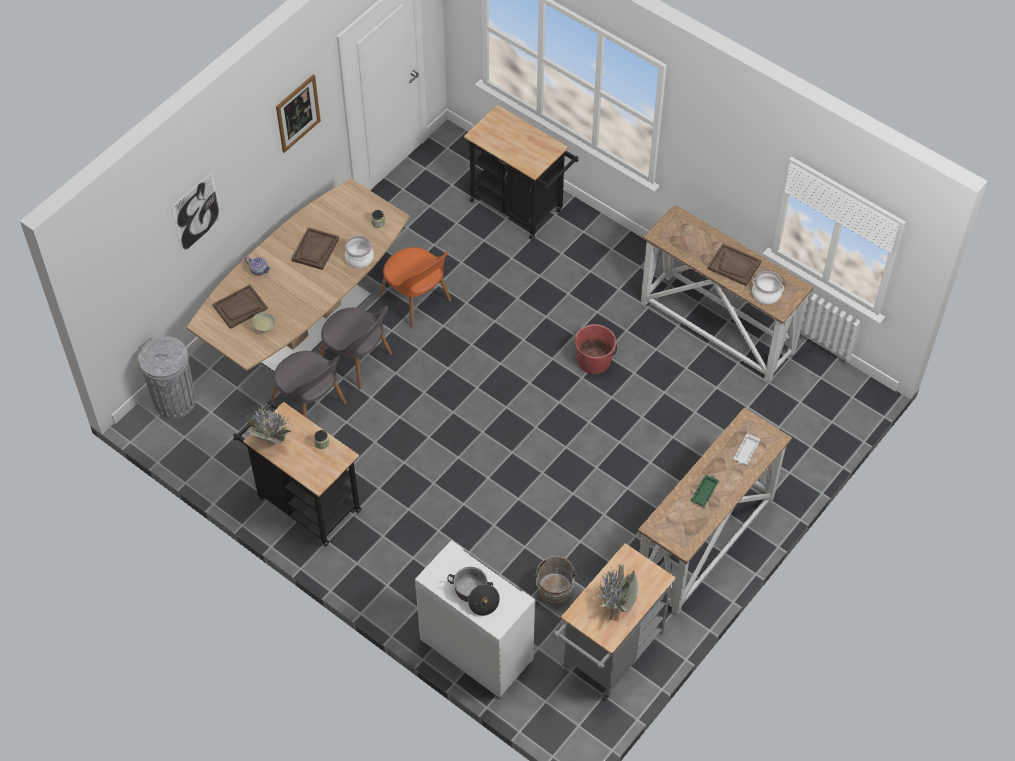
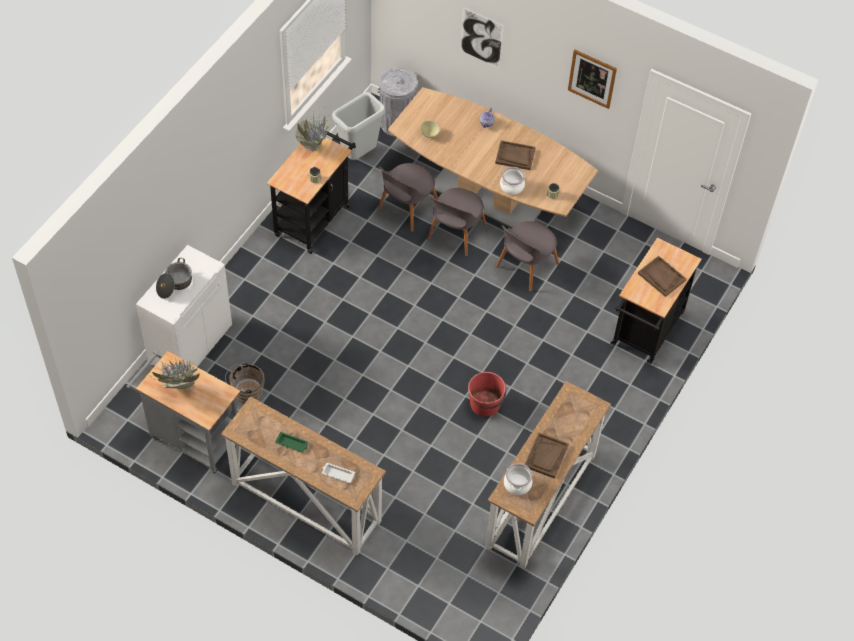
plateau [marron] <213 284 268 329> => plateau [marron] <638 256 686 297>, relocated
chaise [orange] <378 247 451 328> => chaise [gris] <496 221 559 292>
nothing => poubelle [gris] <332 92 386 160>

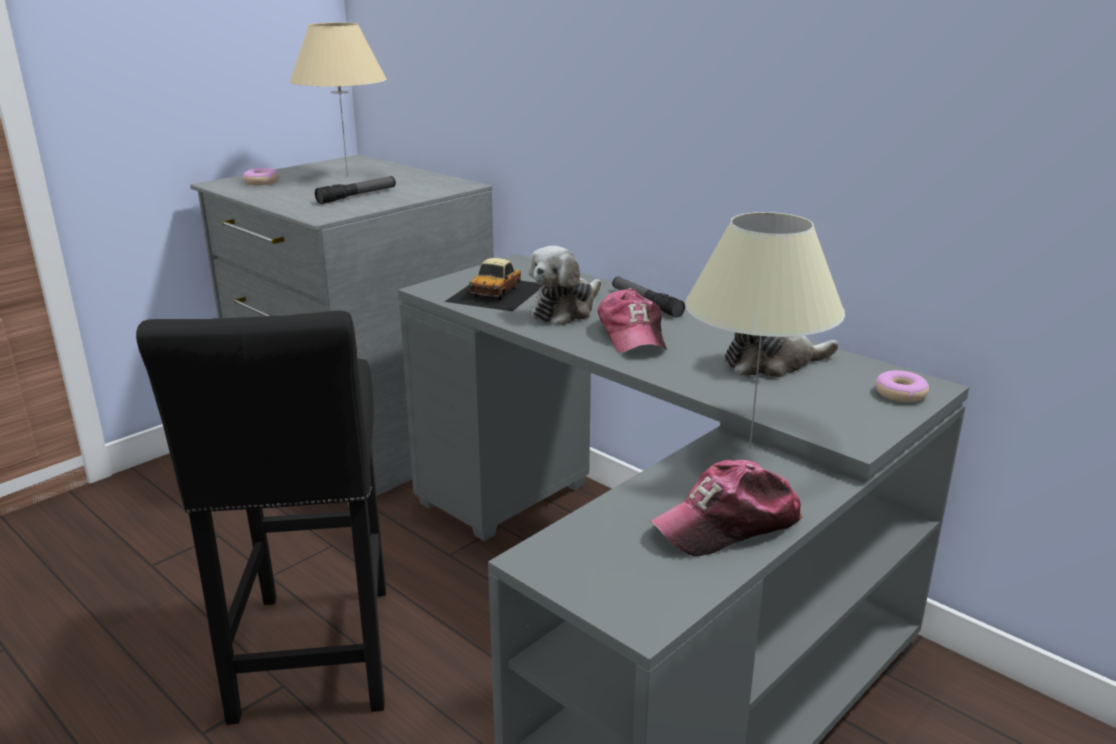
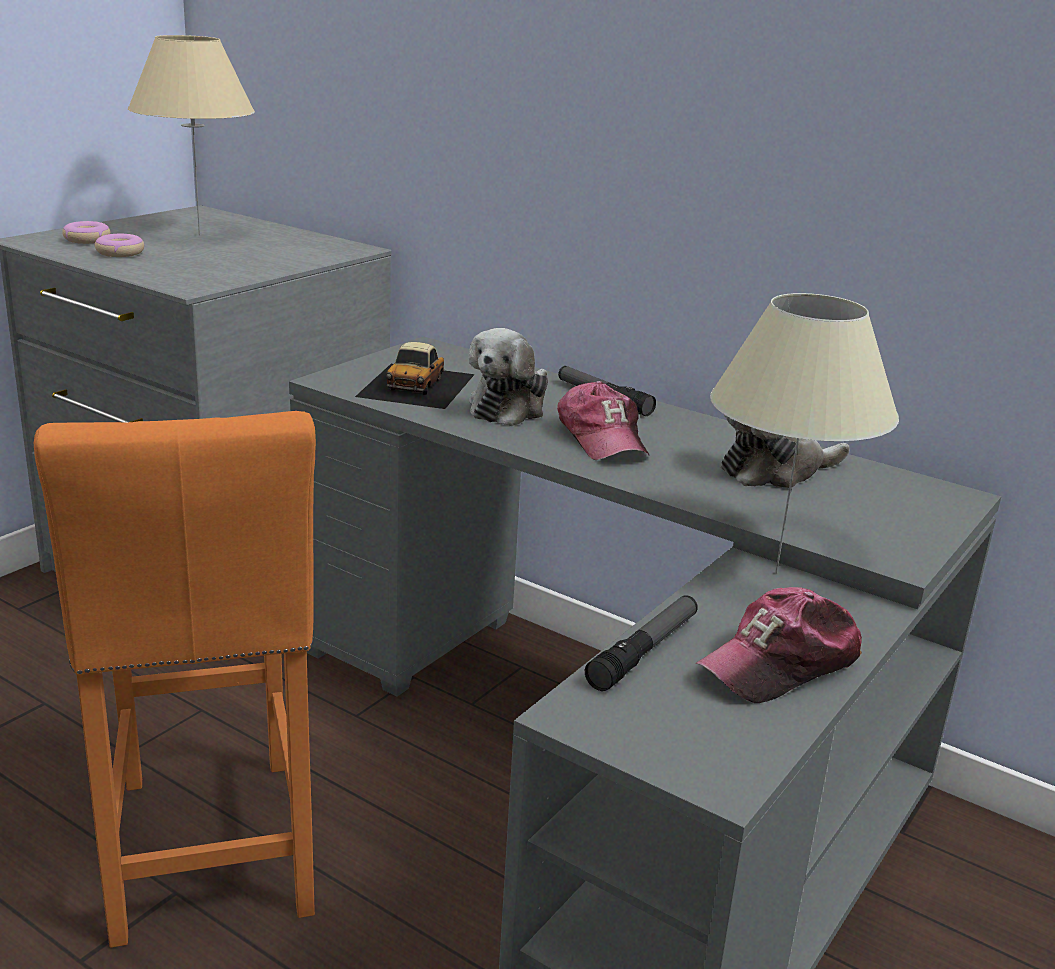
tabouret [noir] <136 310 386 725> => tabouret [orange] <34 411 316 948>
lampe de poche <315 176 396 204> => lampe de poche <585 595 698 691>, relocated
beignet <875 370 929 402> => beignet <94 234 145 257>, relocated

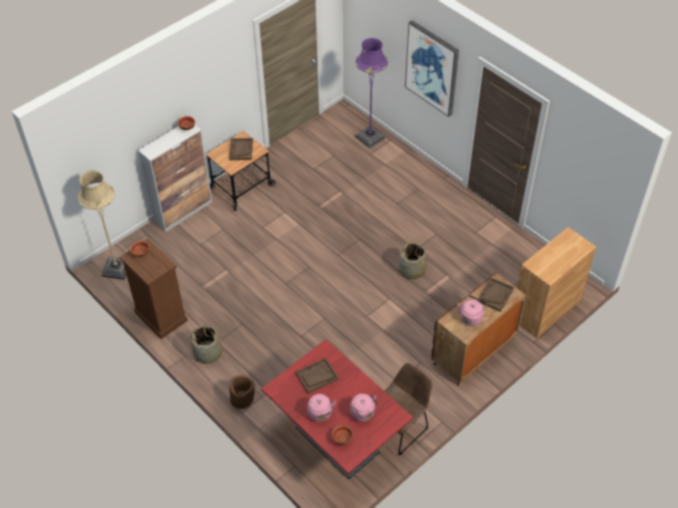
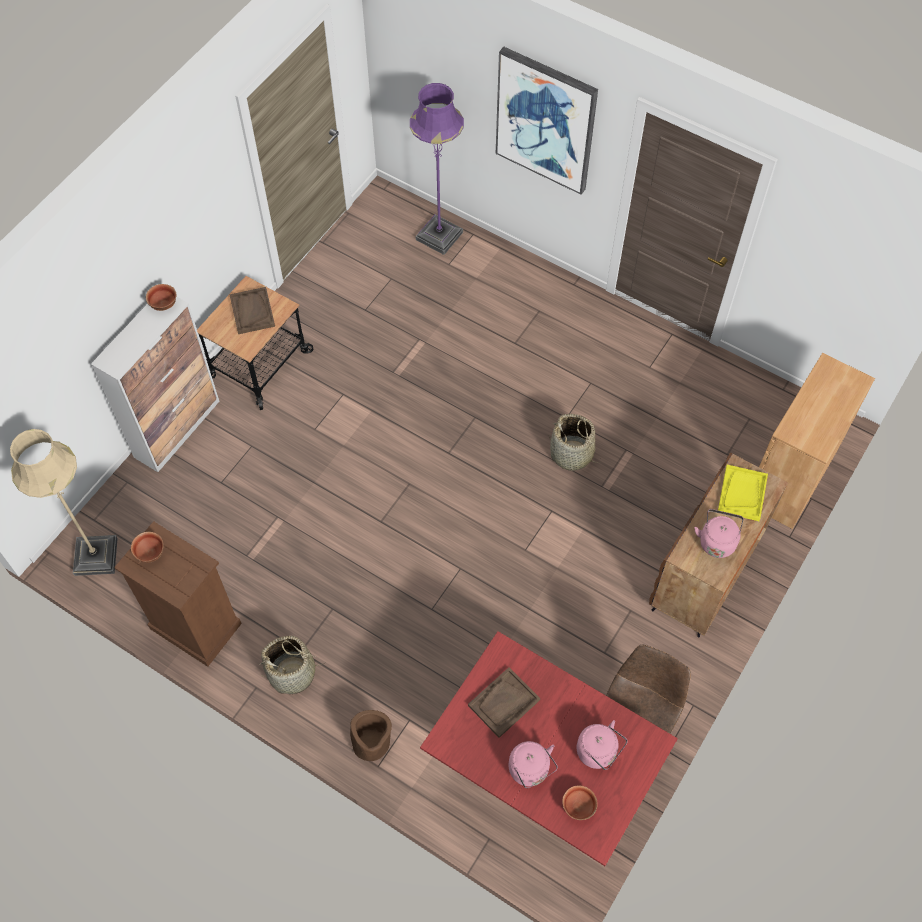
plateau [marron] <477 278 514 312> => plateau [jaune] <718 465 768 521>

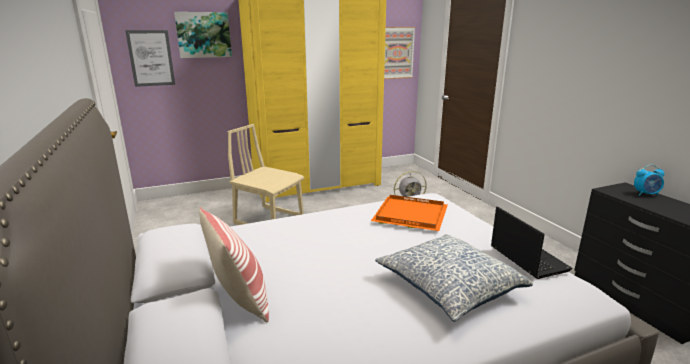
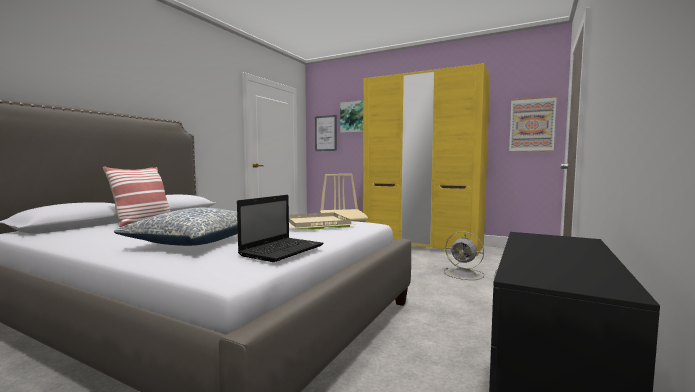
plateau [orange] <371 195 448 231> => plateau [beige] <289 212 356 229>
réveil <634 165 664 196> => nothing

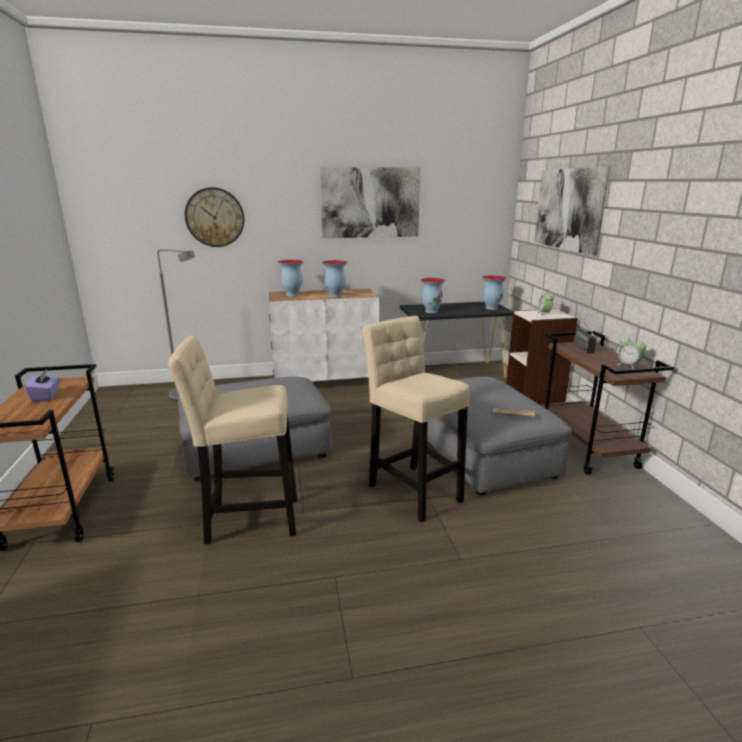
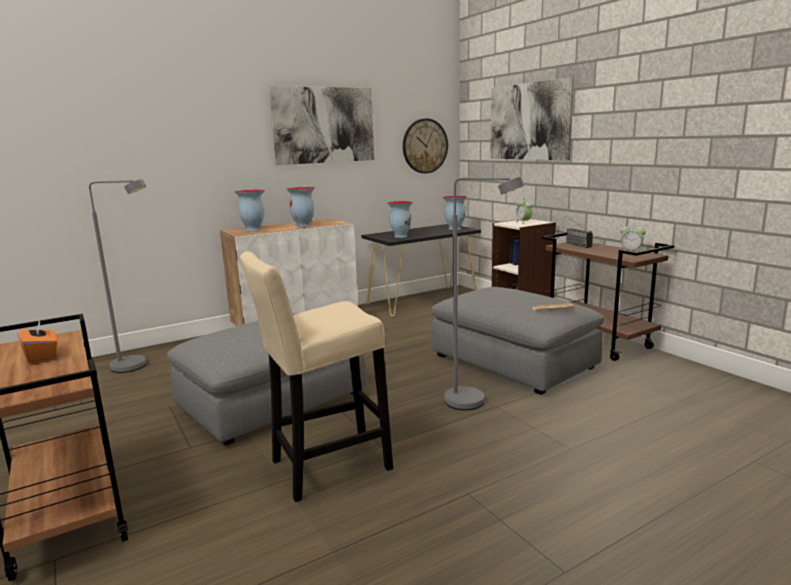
boîte à mouchoirs [violet] <25 369 59 402> => boîte à mouchoirs [orange] <17 318 57 364>
horloge murale <185 187 244 247> => horloge murale <403 118 448 173>, relocated
tabouret [beige] <362 316 470 523> => lampadaire [gris] <445 177 524 410>

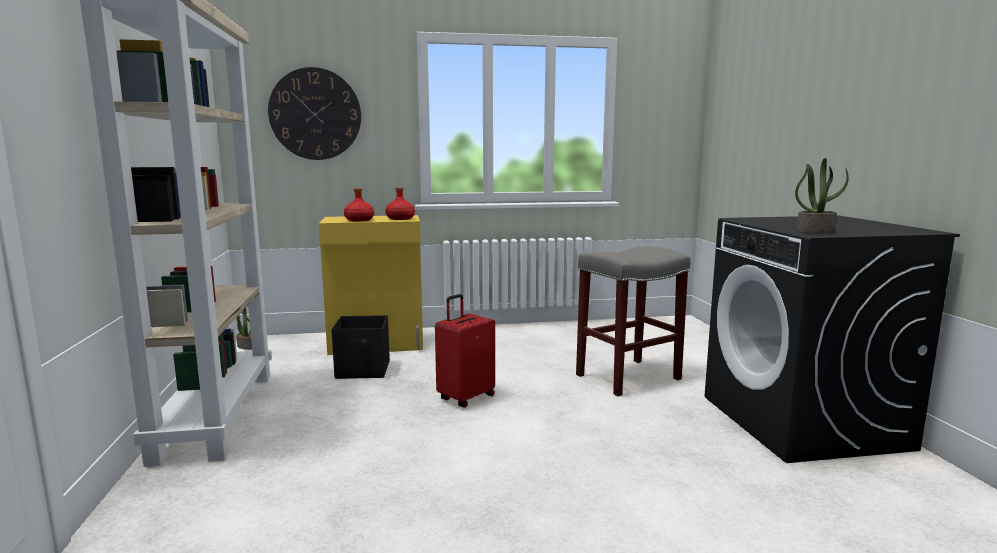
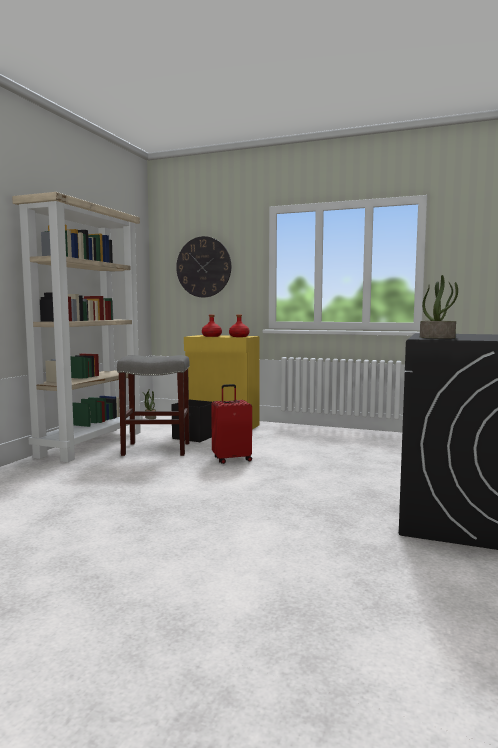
tabouret [gris] <576 246 690 396> => tabouret [gris] <117 355 190 456>, relocated

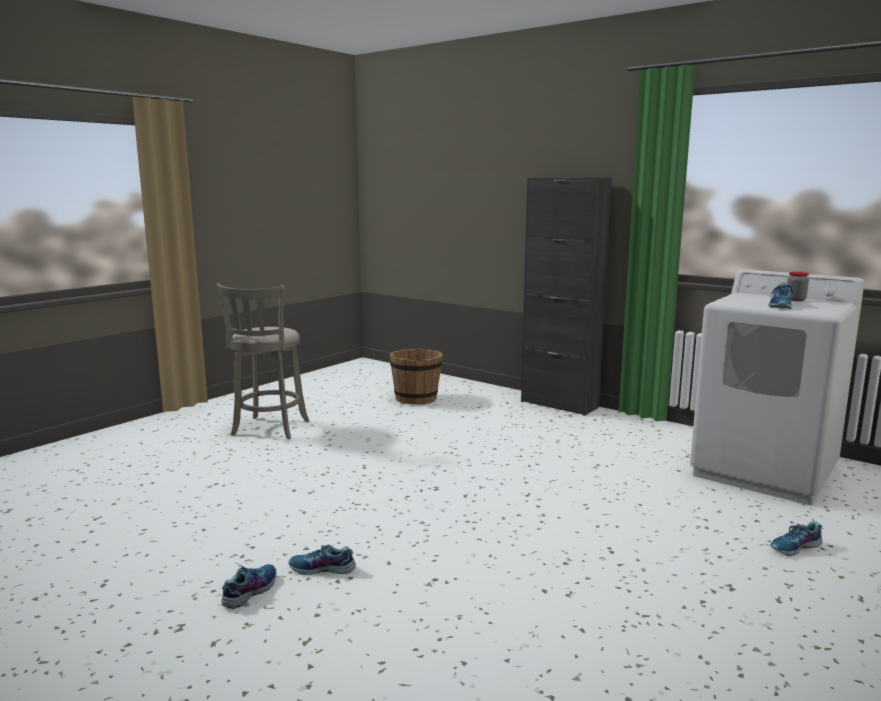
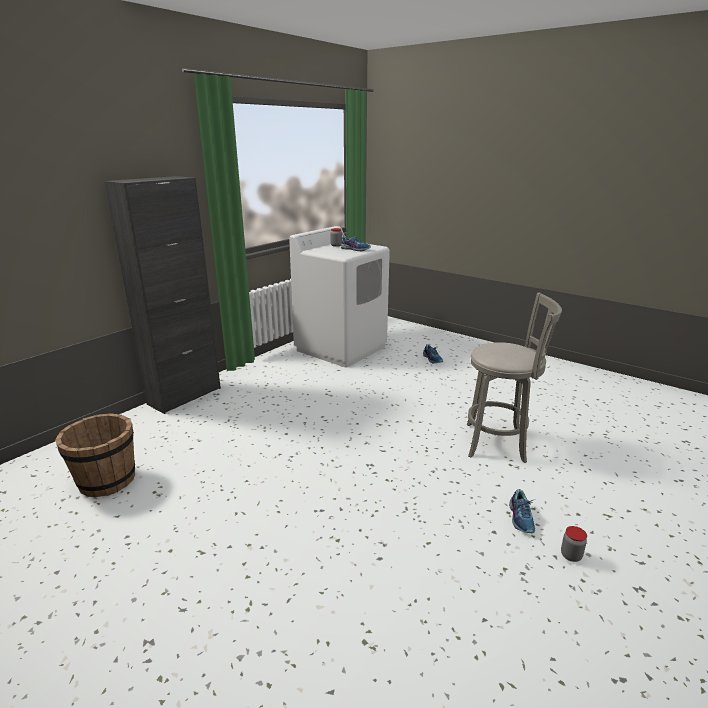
tabouret [gris] <216 283 309 439> => tabouret [gris] <467 292 562 463>, relocated
chaussure <222 562 276 609> => bocal <561 526 587 562>

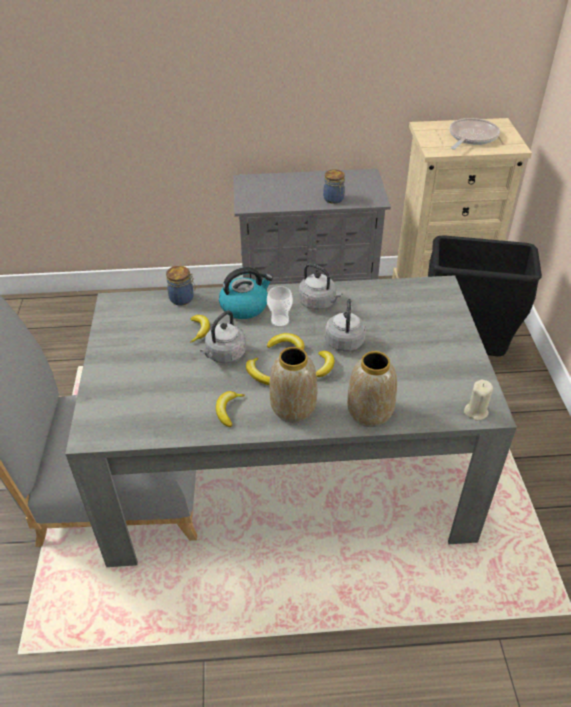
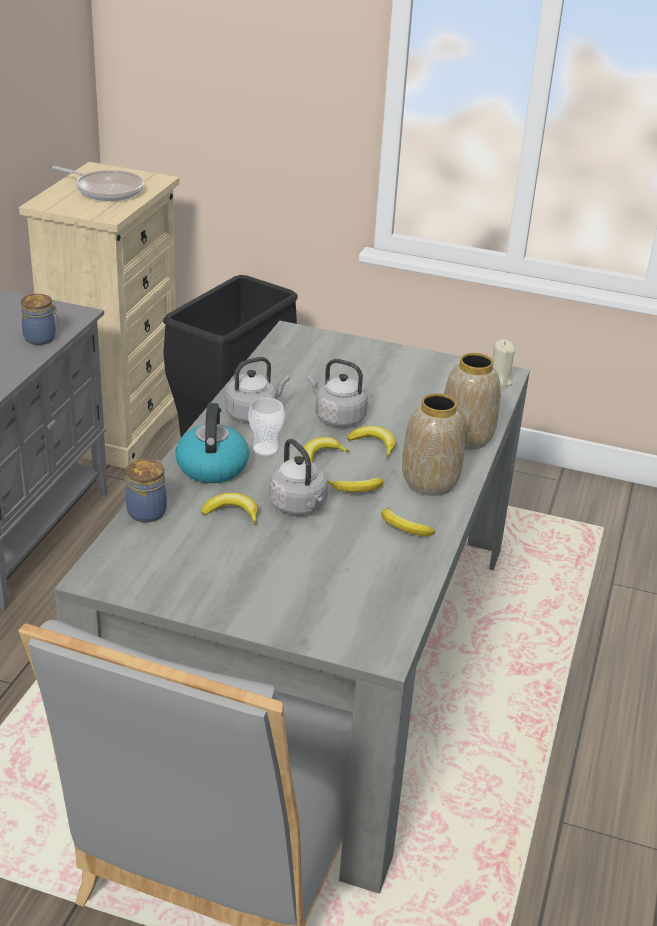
poêle <450 118 500 150> => poêle <52 166 144 201>, 150 degrees clockwise

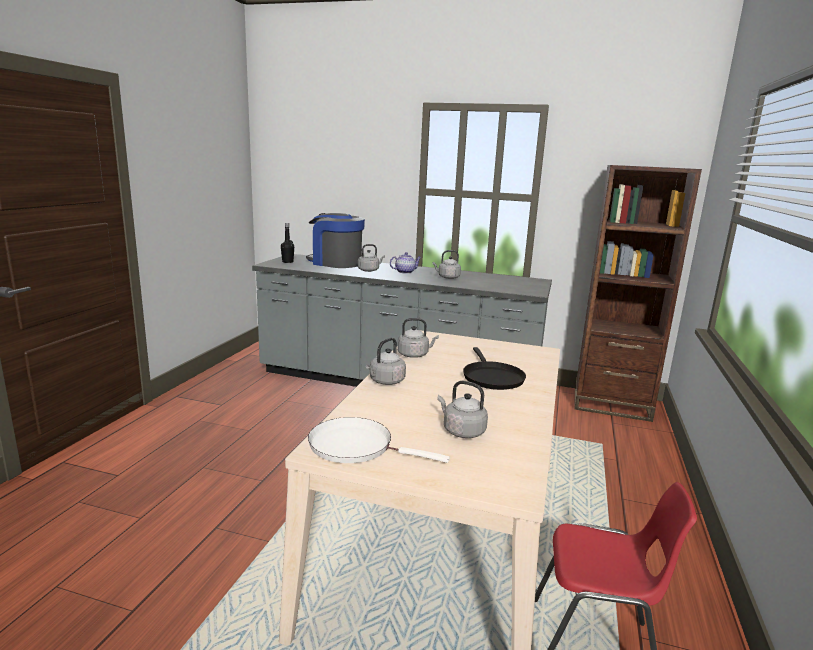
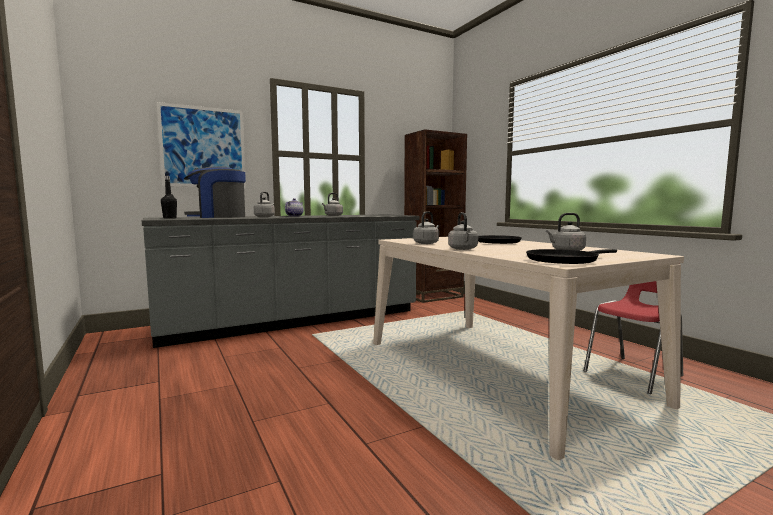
poêle [blanc] <308 417 450 463> => poêle [noir] <526 249 617 264>
nothing => tableau <157 102 246 188>

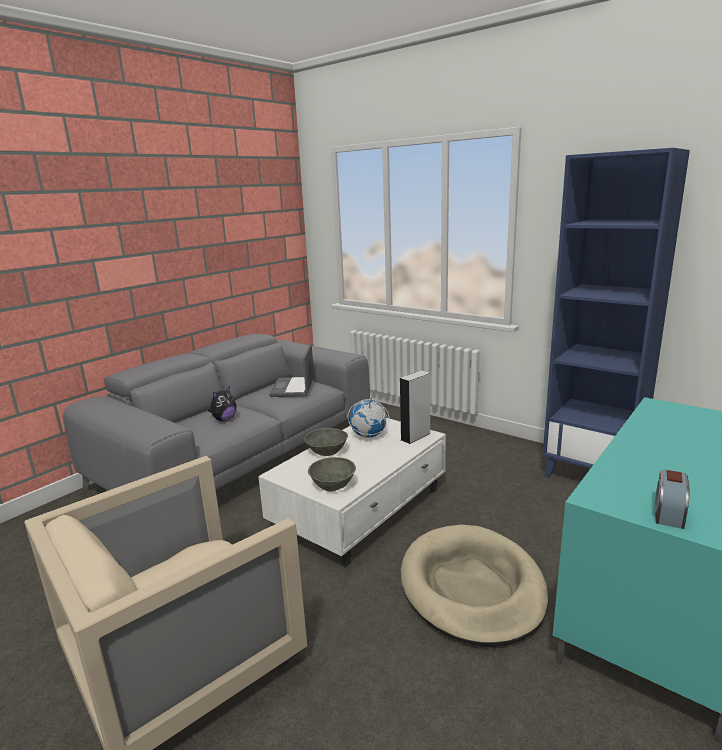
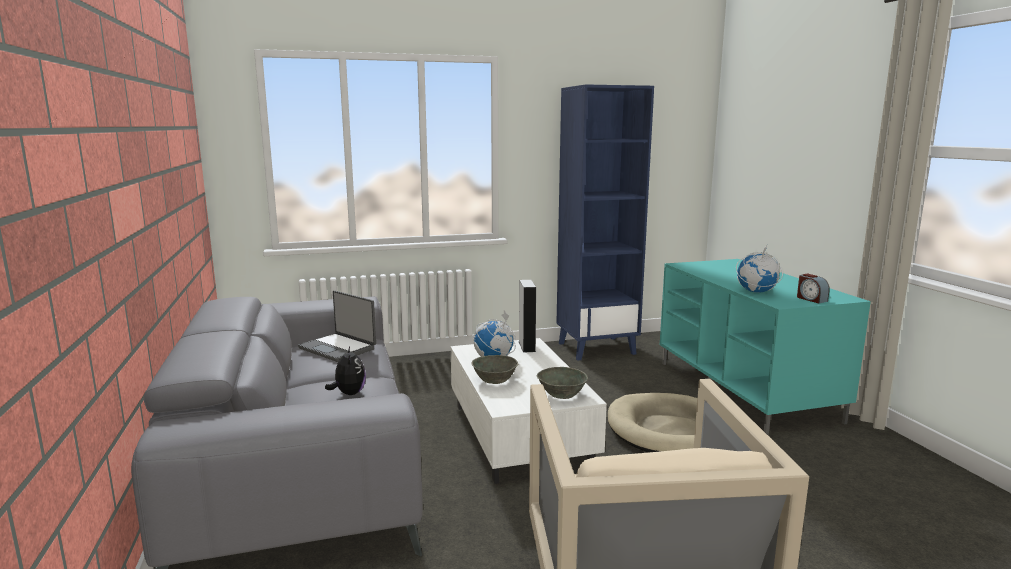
nothing => globe <736 243 783 293>

